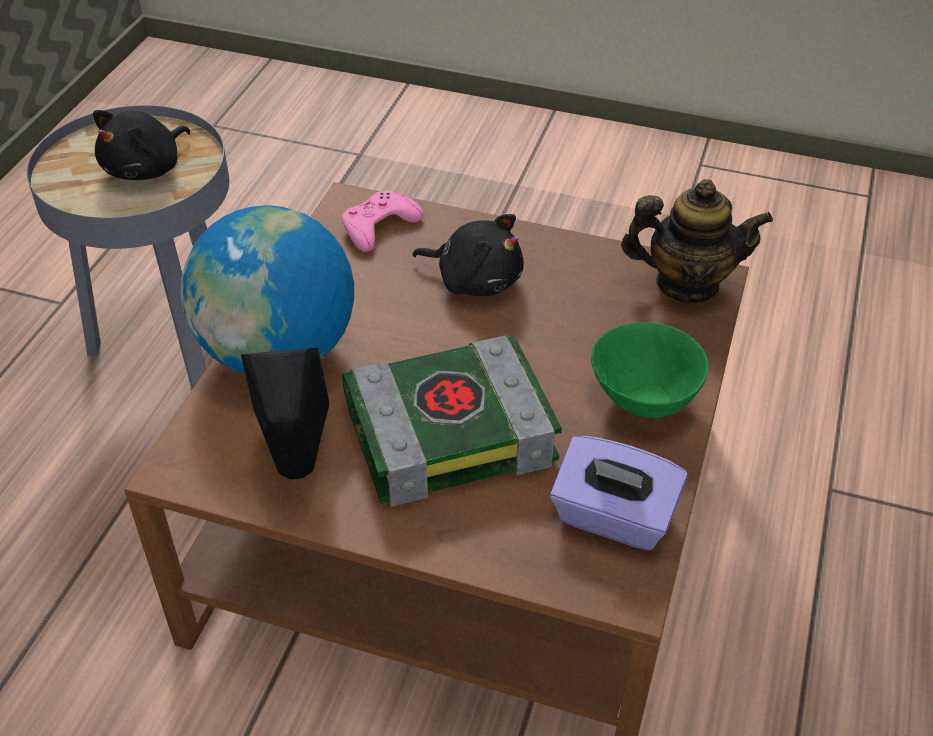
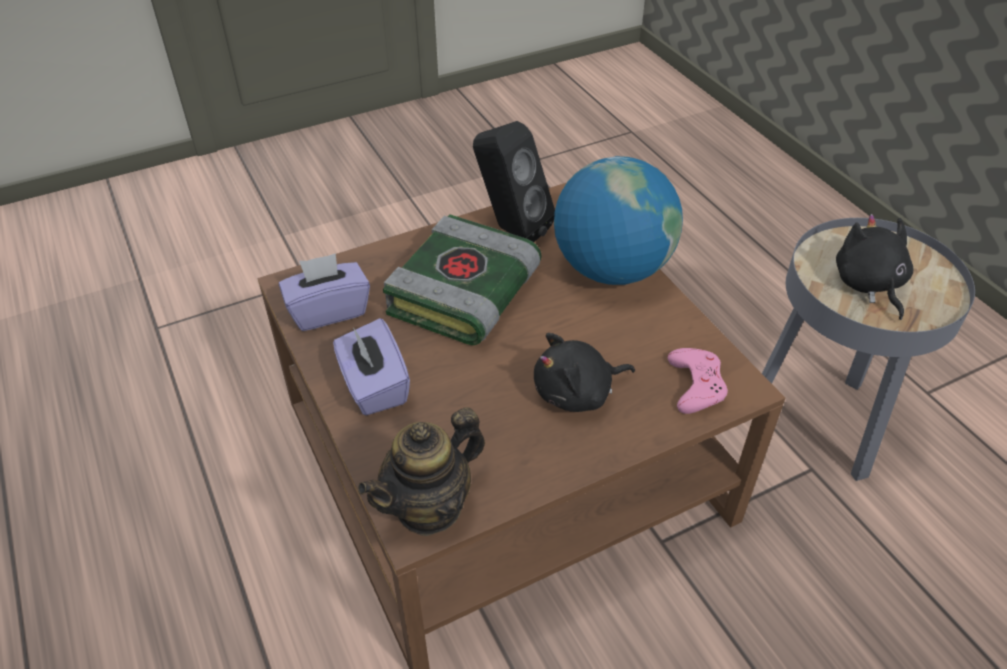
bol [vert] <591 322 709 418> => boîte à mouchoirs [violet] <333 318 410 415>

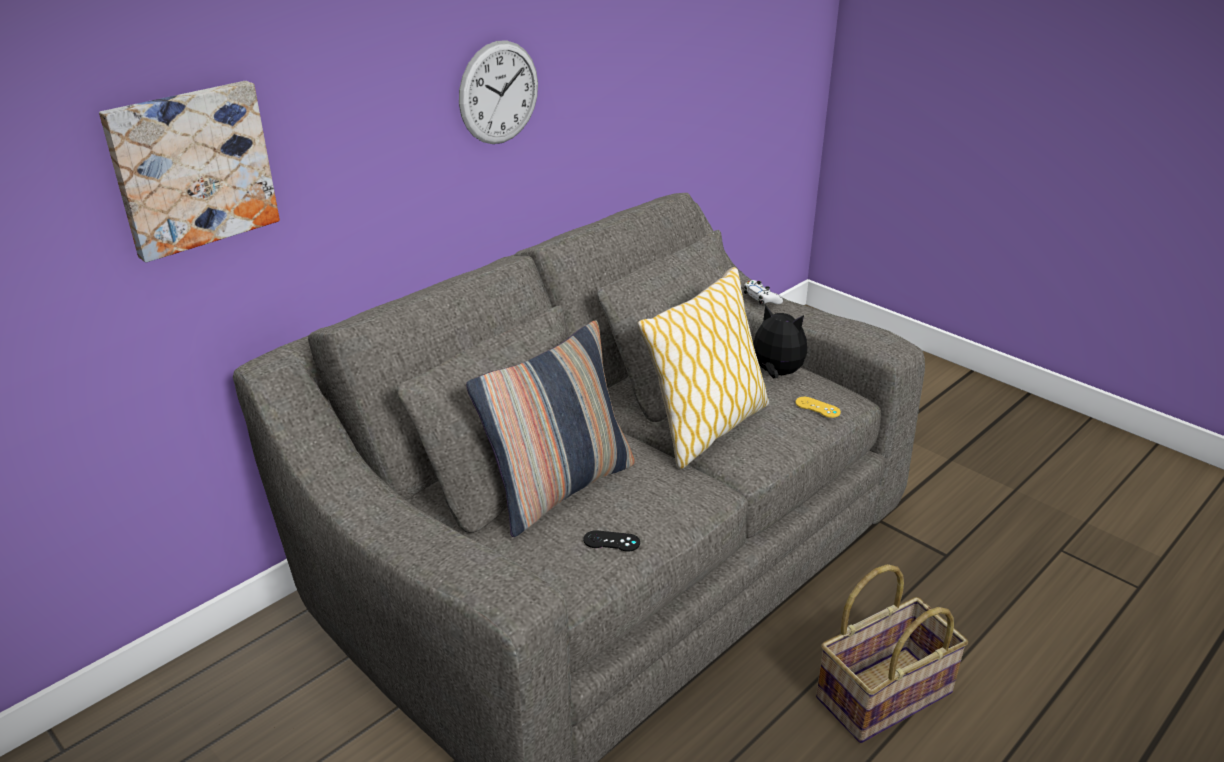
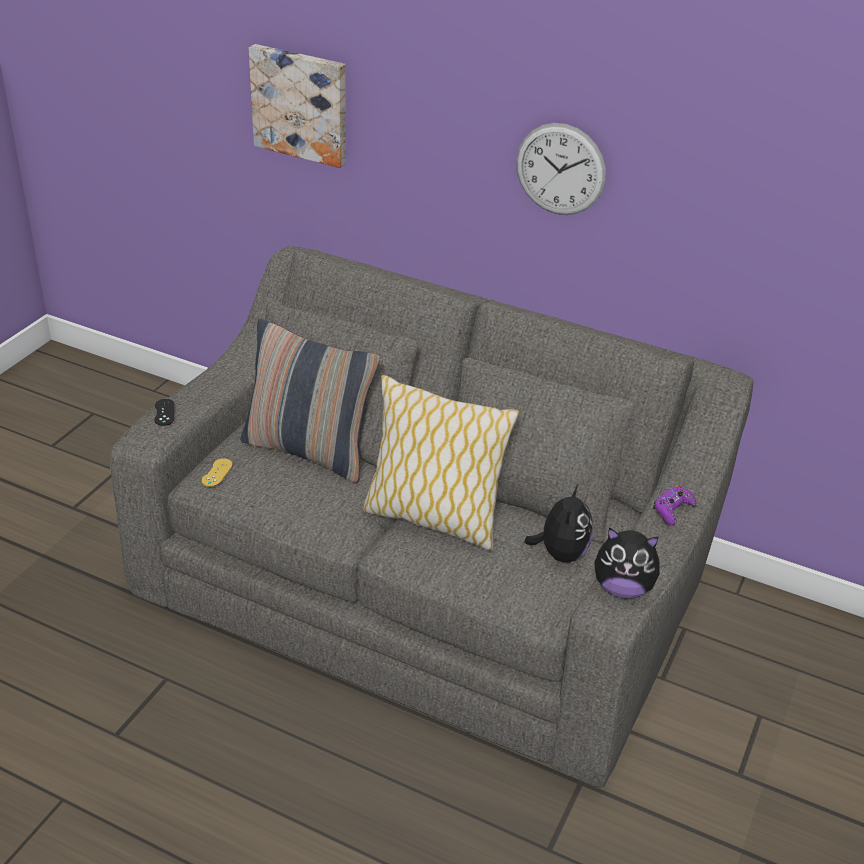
manette [noir] <583 530 640 551> => manette [noir] <154 399 174 426>, relocated
manette [blanc] <744 280 783 304> => manette [violet] <653 486 697 525>
manette [jaune] <795 397 841 418> => manette [jaune] <202 459 233 487>, relocated
panier <816 564 968 743> => nothing
nothing => peluche <594 528 666 599>

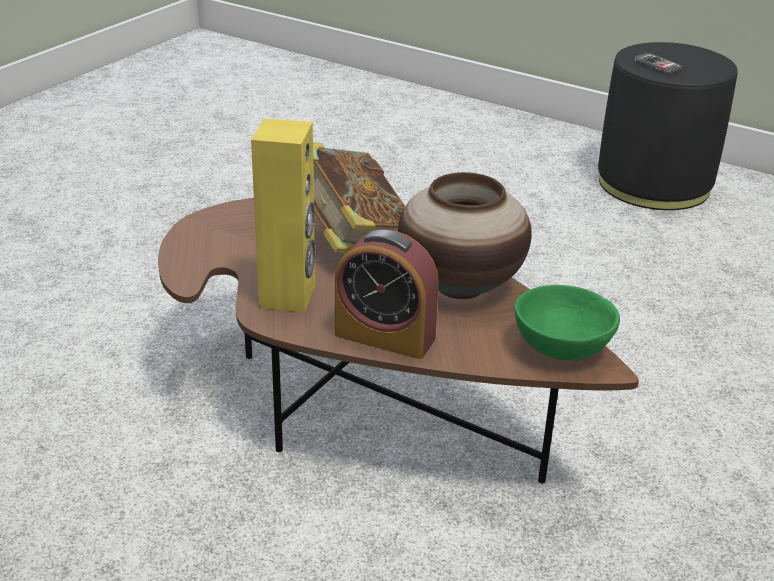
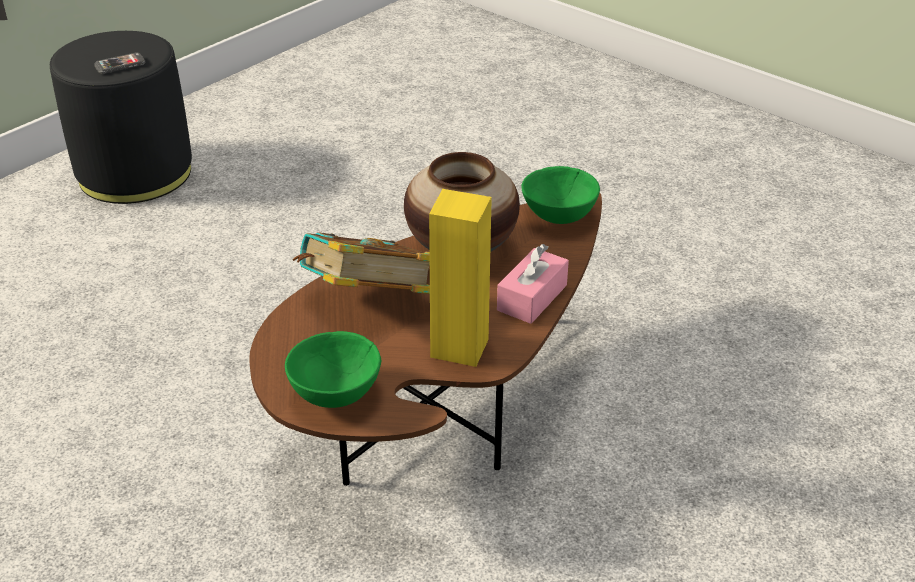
réveil <335 230 439 359> => boîte à mouchoirs [rose] <497 244 569 324>
nothing => bol [vert] <285 331 381 408>

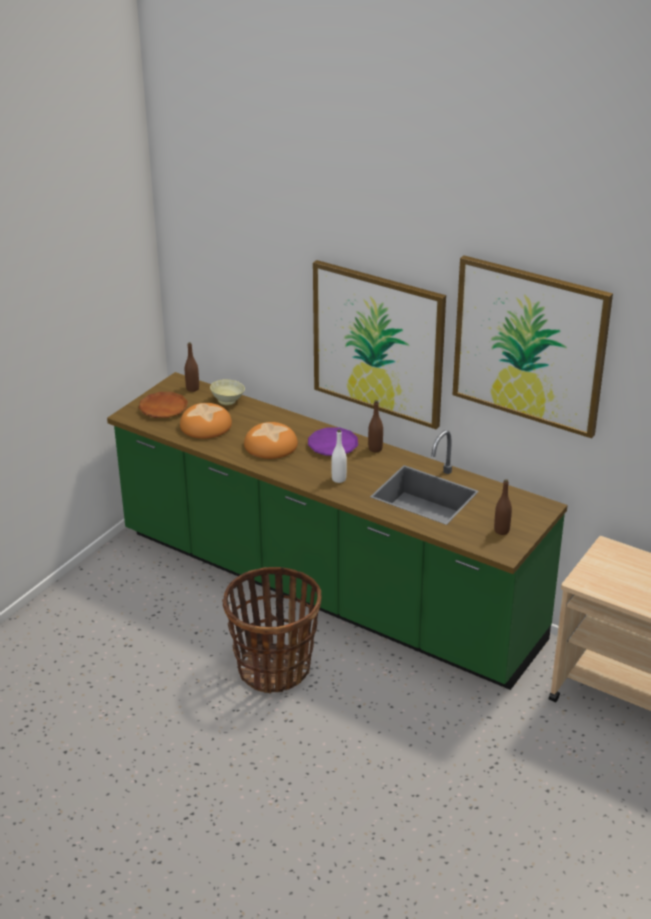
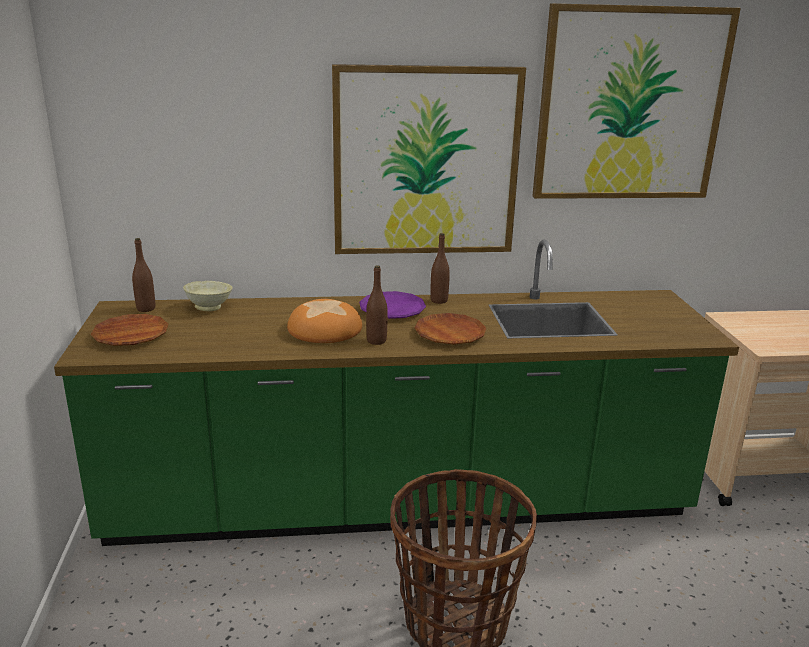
pain <180 403 232 439> => nothing
bouteille [blanc] <331 429 347 483> => assiette [marron] <414 313 486 345>
bouteille [marron] <494 479 512 535> => bouteille [marron] <366 265 388 345>, relocated

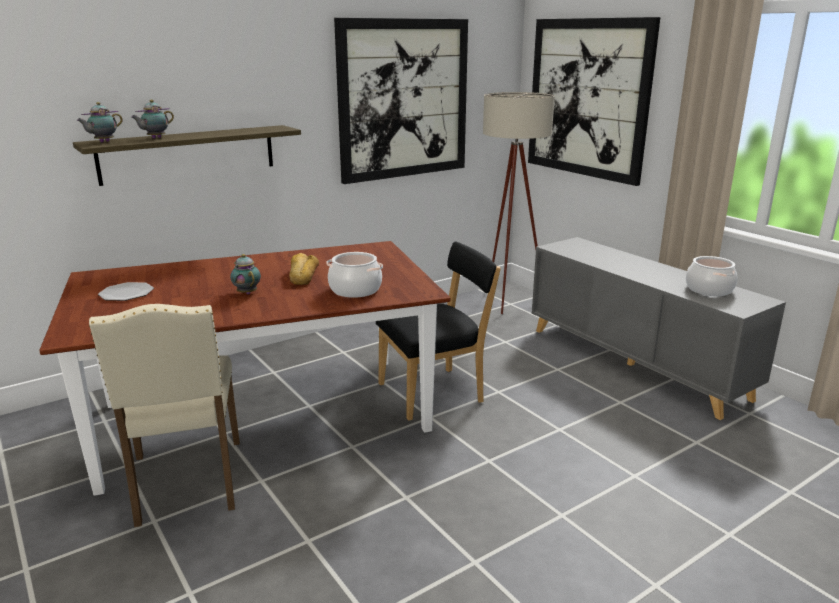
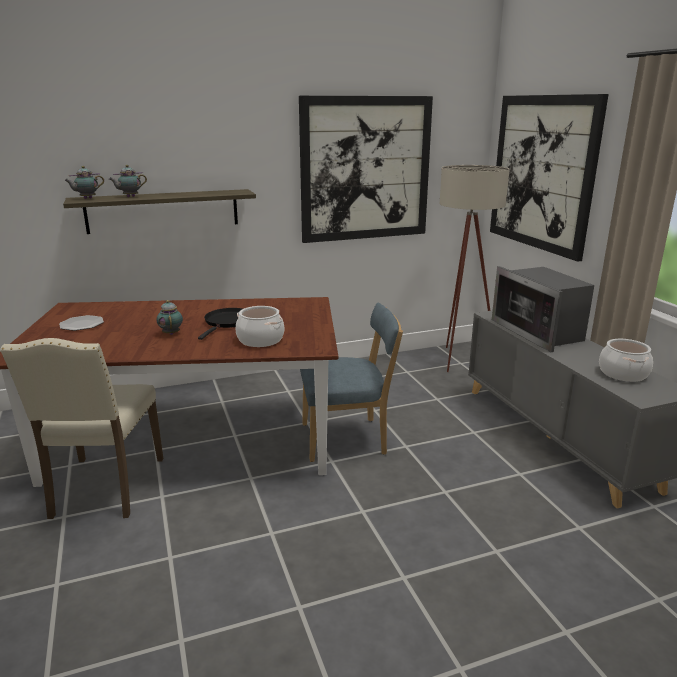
pain <289 253 319 285> => poêle [noir] <198 308 243 340>
chaise [noir] <376 241 501 421> => chaise [bleu] <300 303 403 462>
nothing => micro-ondes <492 266 594 352>

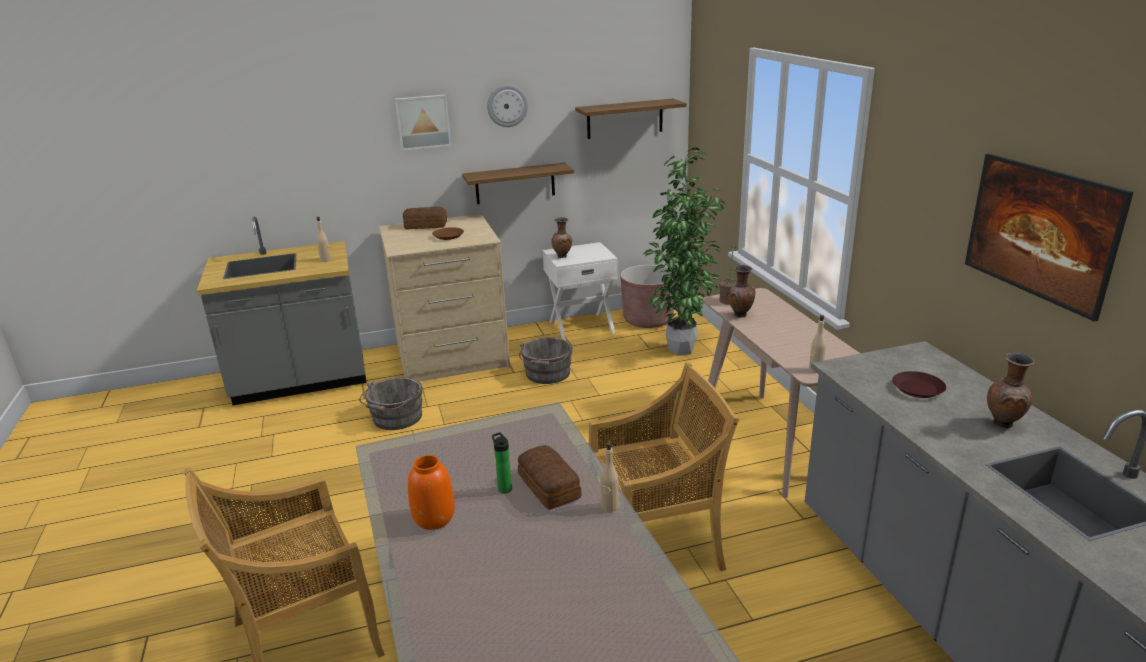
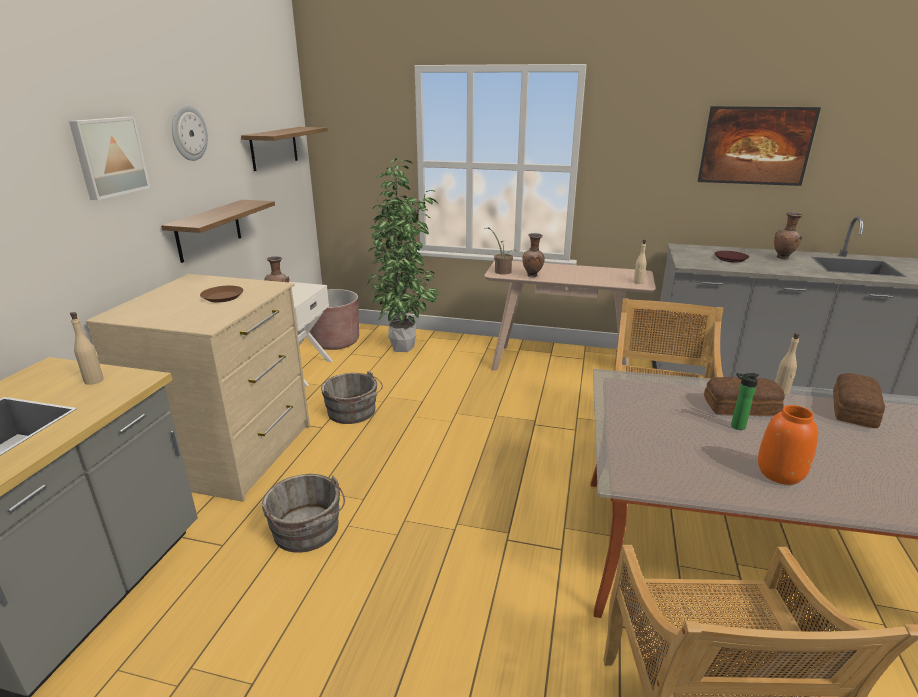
pain <403 207 447 229> => pain <833 373 885 428>, relocated

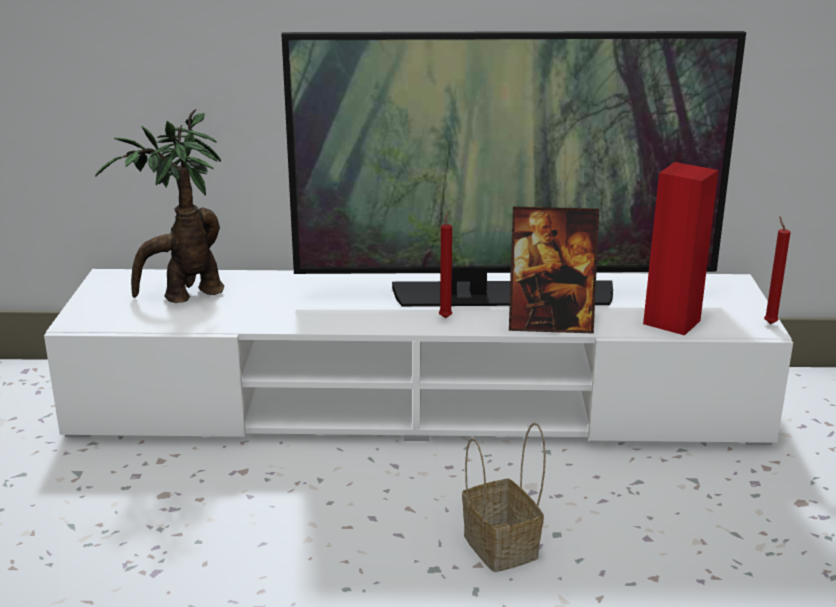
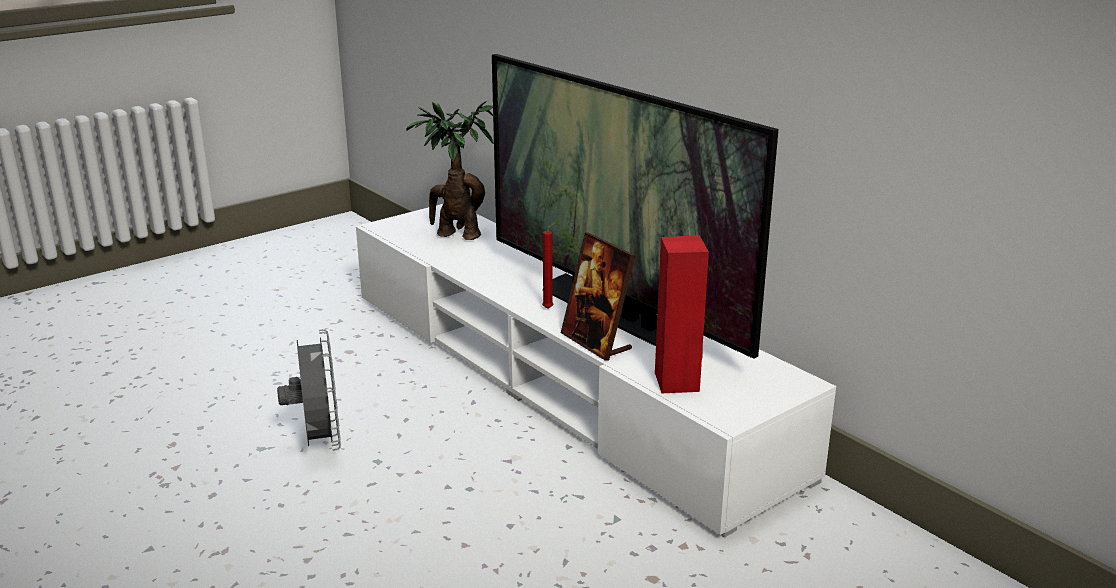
panier <462 422 546 572> => nothing
bougie [rouge] <764 216 790 324> => nothing
nothing => ventilateur [gris] <277 329 341 451>

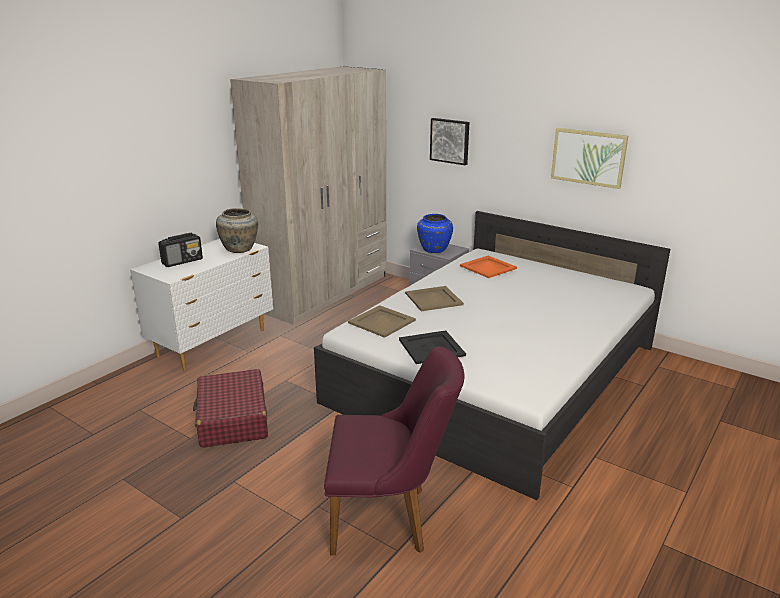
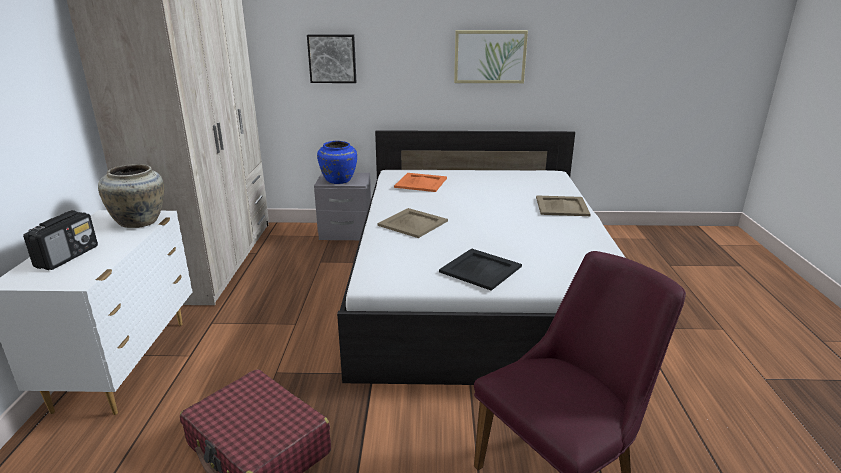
plateau [beige] <348 305 416 338> => plateau [beige] <536 195 591 216>, relocated

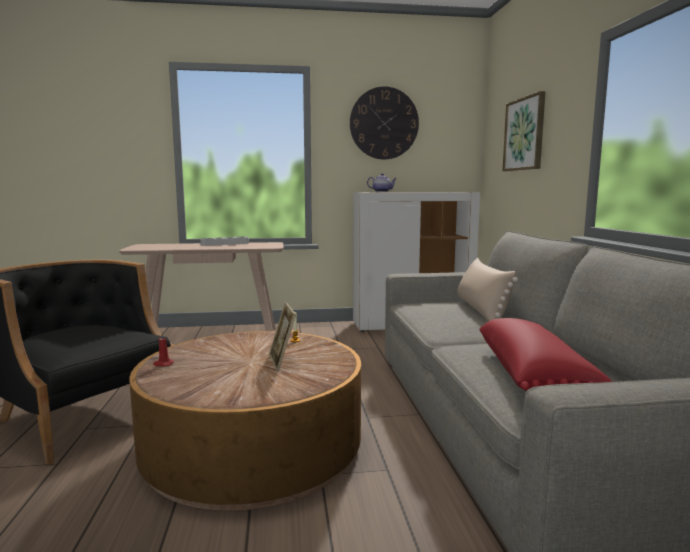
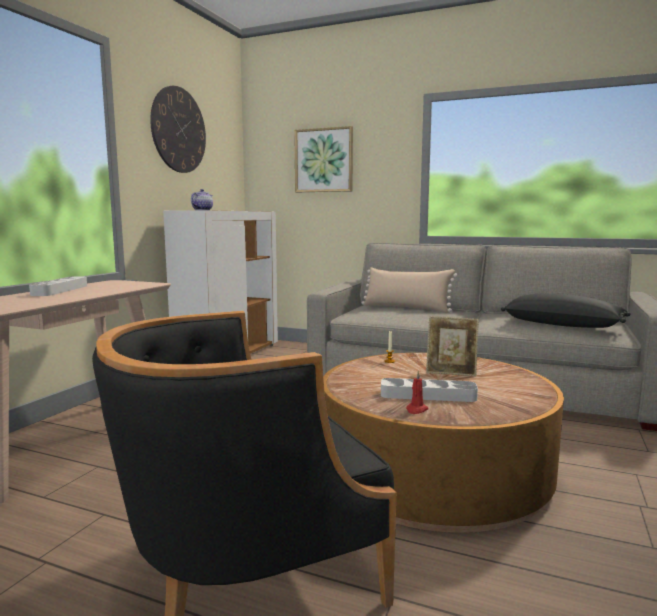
coussin [rouge] <480 318 613 391> => coussin [noir] <501 293 631 328>
nothing => plateau [gris] <381 378 478 402>

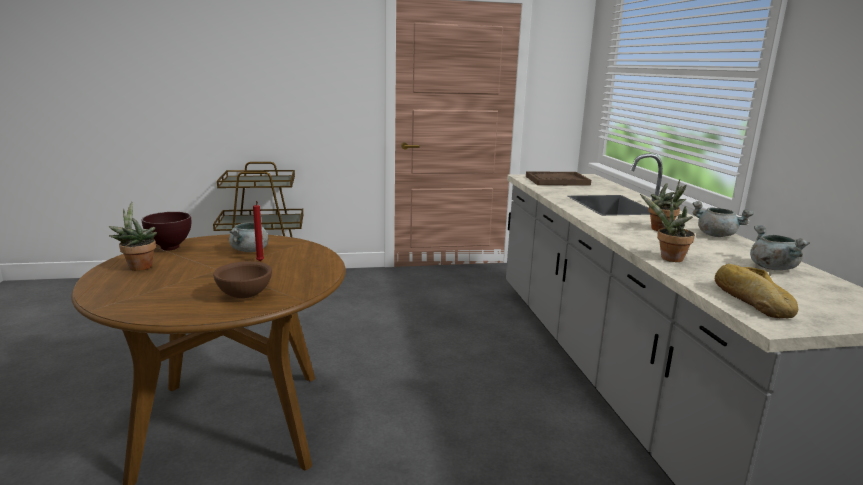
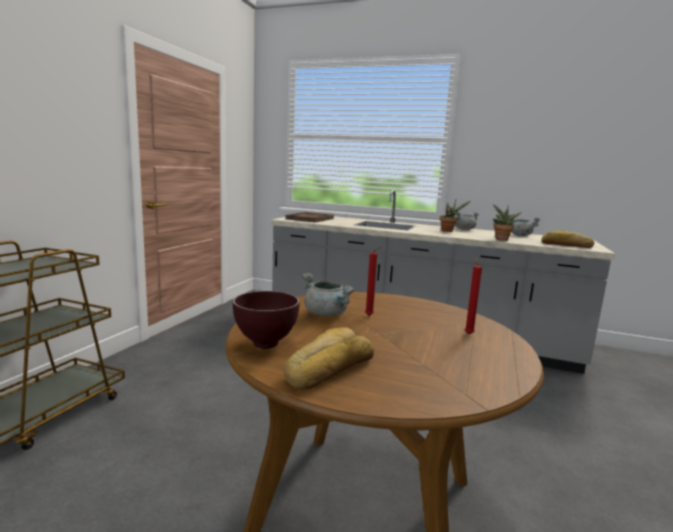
plante en pot <109 202 157 271> => pain <283 327 374 390>
bol [marron] <213 261 272 298> => bougie [rouge] <465 257 482 334>

